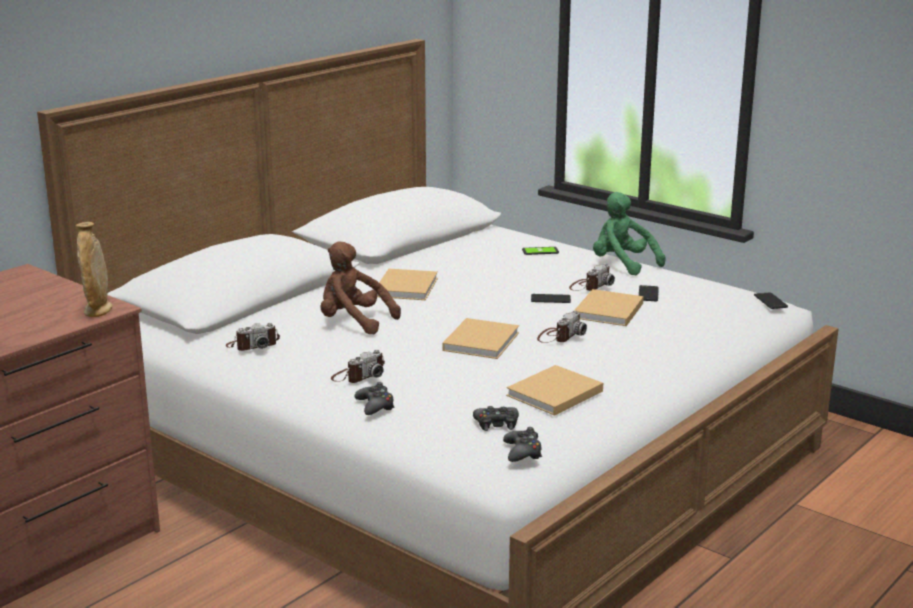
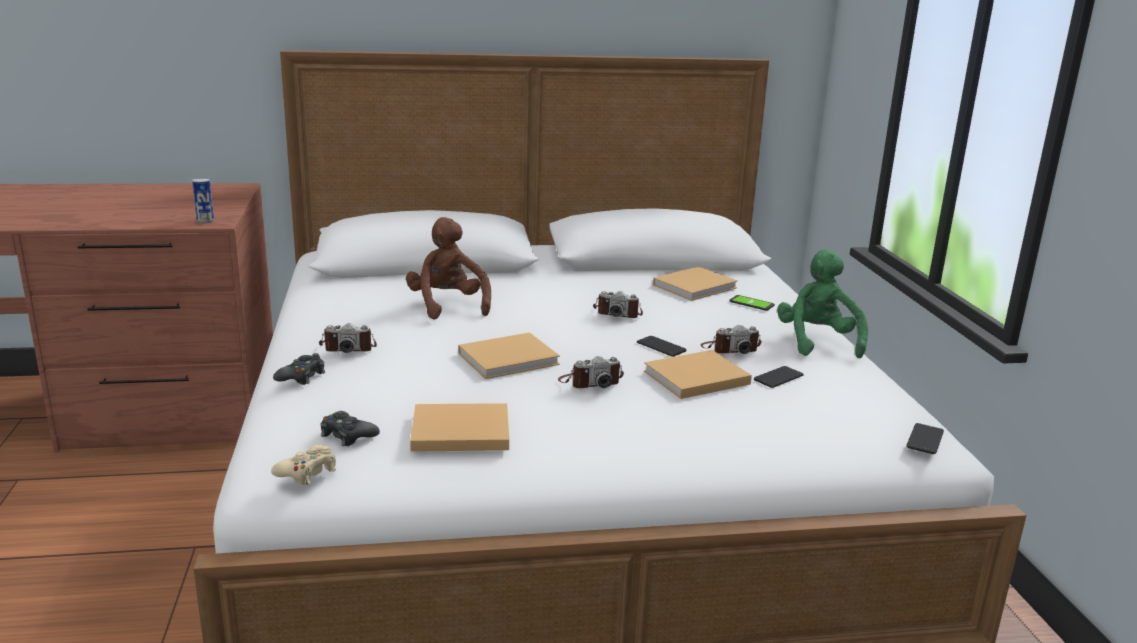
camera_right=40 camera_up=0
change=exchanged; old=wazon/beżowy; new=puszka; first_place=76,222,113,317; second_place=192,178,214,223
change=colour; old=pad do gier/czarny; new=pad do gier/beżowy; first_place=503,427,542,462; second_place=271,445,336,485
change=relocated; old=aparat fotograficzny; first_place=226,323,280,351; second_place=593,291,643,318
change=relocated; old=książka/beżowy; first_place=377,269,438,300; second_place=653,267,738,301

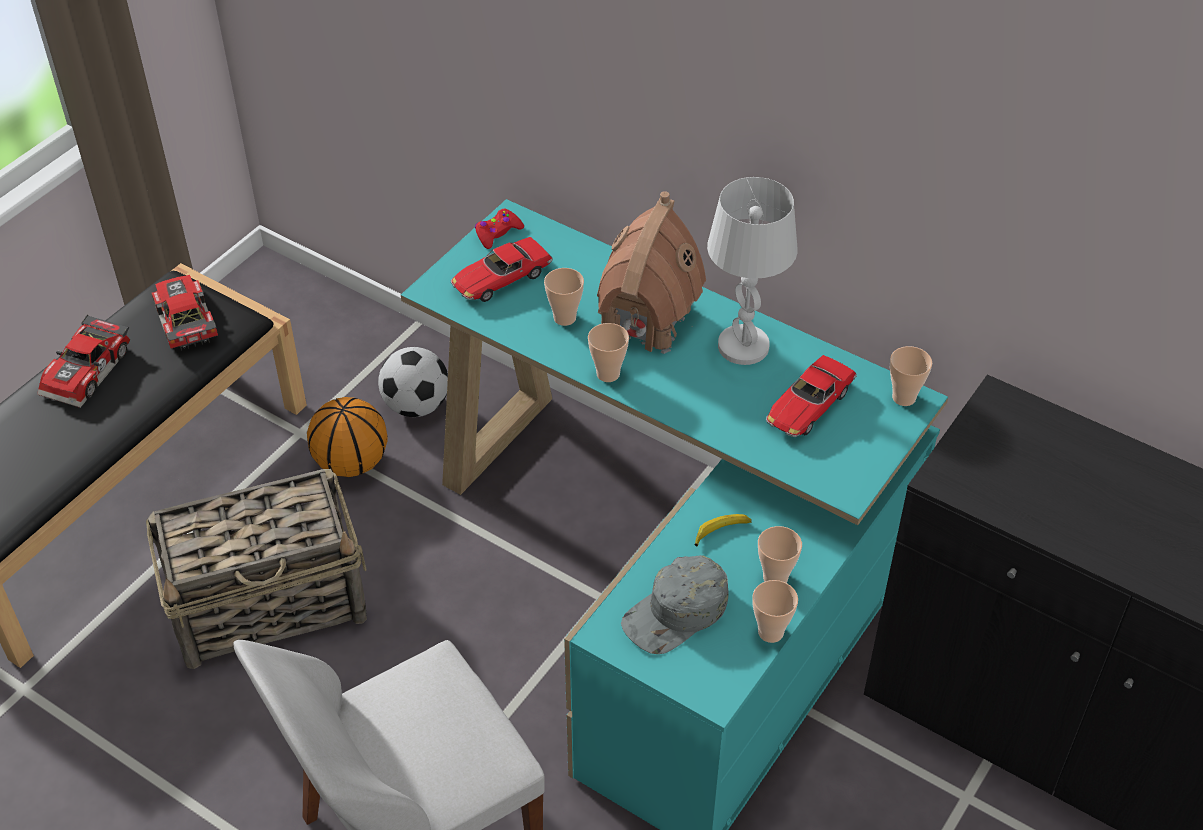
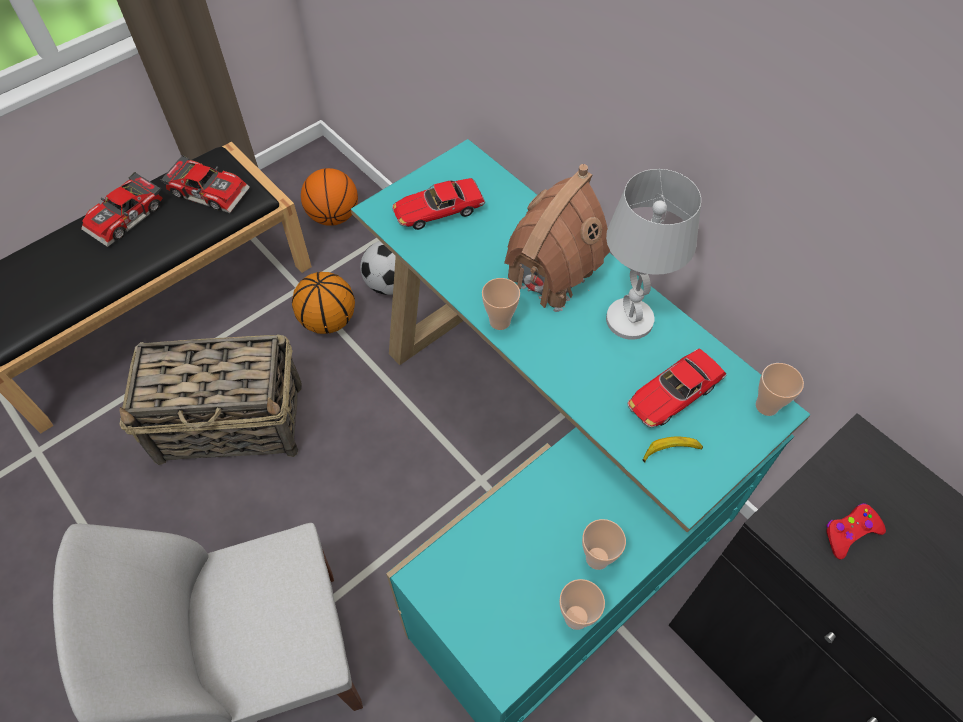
camera_right=15 camera_up=10
change=spun; old=samochodzik; first_place=151,275,218,351; second_place=160,155,250,213; degrees=120
change=appeared; new=piłka do koszykówki; second_place=301,168,358,226
change=relocated; old=banan; first_place=695,514,752,546; second_place=643,436,703,462
change=relocated; old=pad do gier/czerwony; first_place=475,209,524,249; second_place=826,503,886,559
change=missing; old=filiżanka; first_place=544,268,584,326
change=missing; old=czapka z daszkiem/szary; first_place=621,555,729,654

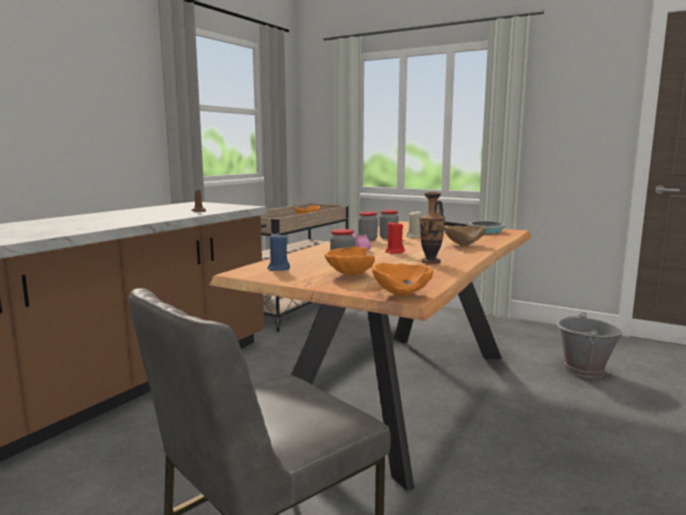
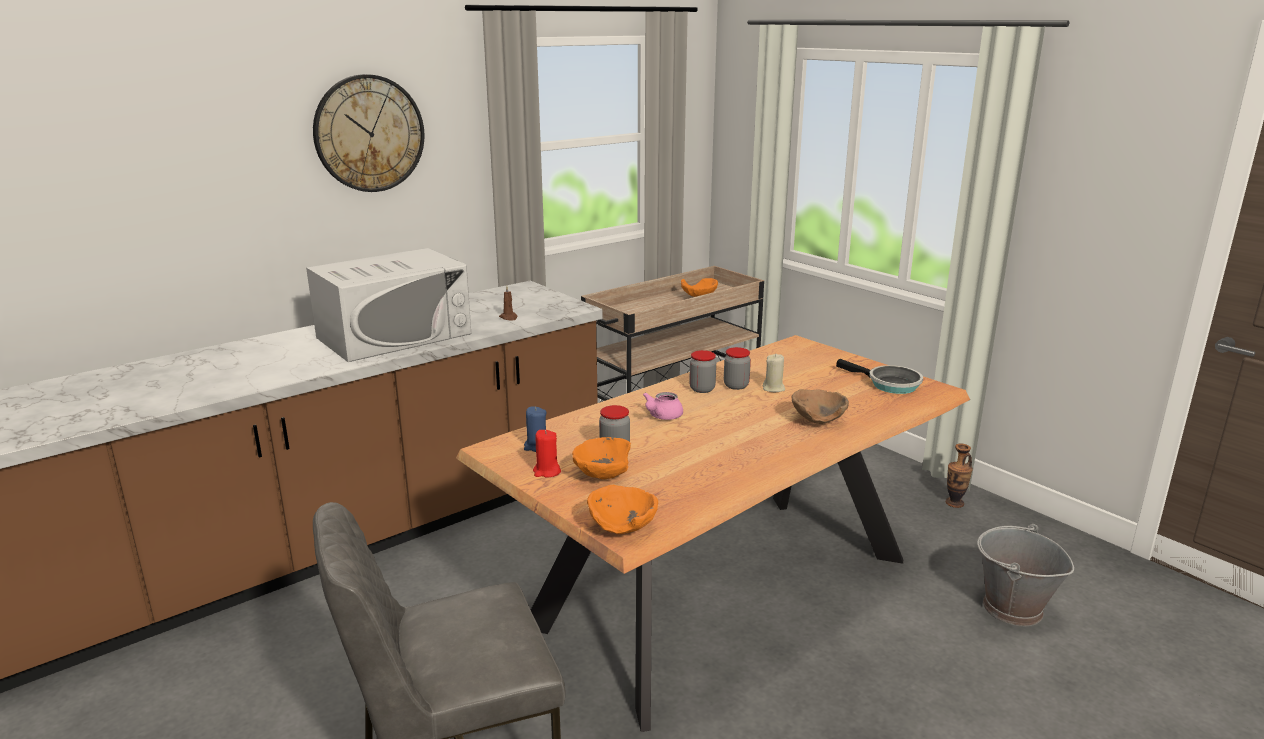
camera_right=20 camera_up=10
change=appeared; new=mikrofalówka/biały; second_place=306,248,471,362
change=appeared; new=zegar ścienny; second_place=313,74,424,192
change=relocated; old=świeca/czerwony; first_place=385,221,405,254; second_place=533,430,561,478
change=relocated; old=wazon; first_place=419,192,445,264; second_place=946,444,973,508

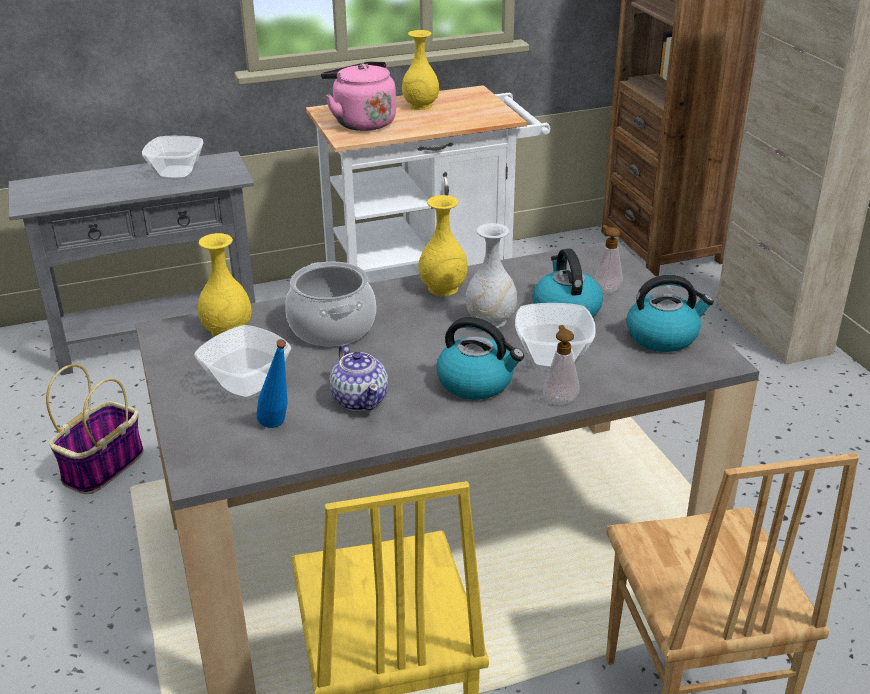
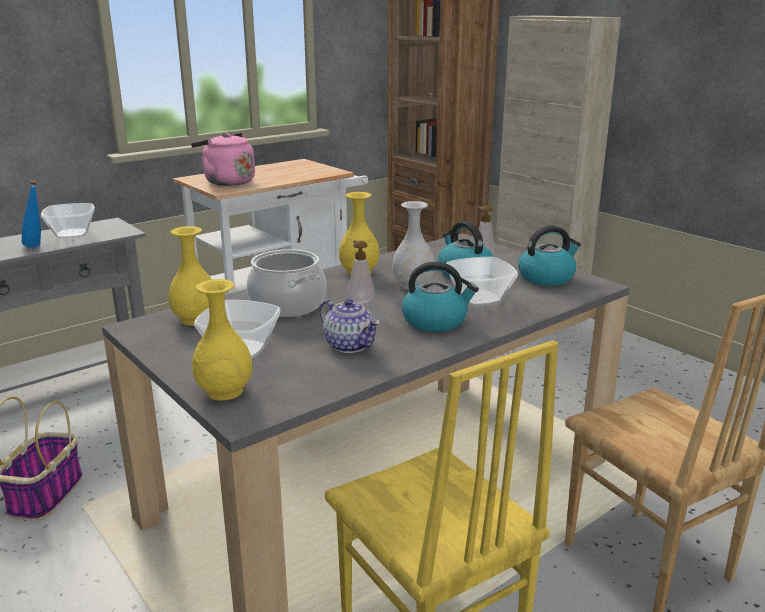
camera_right=-20 camera_up=-10
change=relocated; old=butelka/niebieski; first_place=256,339,288,428; second_place=22,180,41,247
change=relocated; old=wazon/żółty; first_place=402,30,439,110; second_place=192,279,253,401
change=relocated; old=dozownik mydła; first_place=543,325,579,405; second_place=347,240,375,304

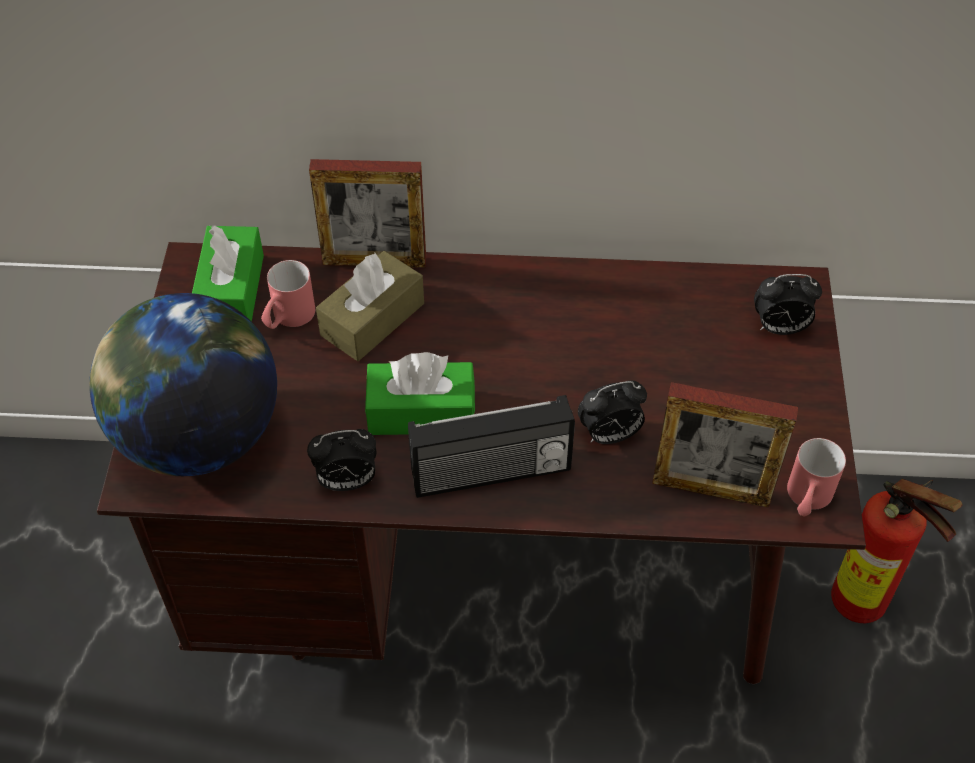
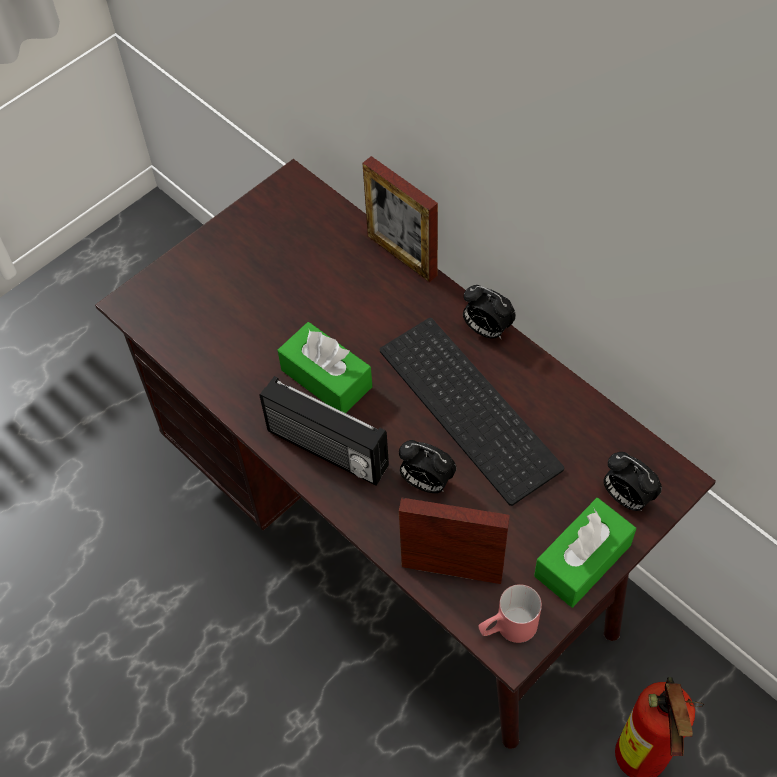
camera_right=45 camera_up=5
change=appeared; new=klawiatura; second_place=380,318,564,506
change=spun; old=ramka na zdjęcie; first_place=652,382,798,508; second_place=399,497,510,584; degrees=135
change=relocated; old=budzik; first_place=307,429,377,491; second_place=463,285,516,339
change=relocated; old=pudełko chusteczek/zielony; first_place=192,225,264,322; second_place=534,498,636,608
change=missing; old=globus; first_place=89,293,277,476
change=missing; old=kubek/czerwony; first_place=261,260,315,329
change=missing; old=pudełko chusteczek/brązowy; first_place=316,251,424,361

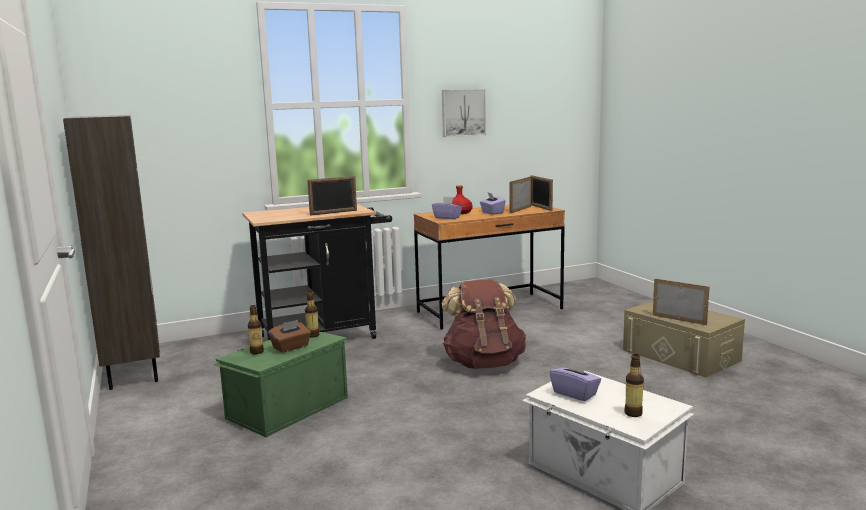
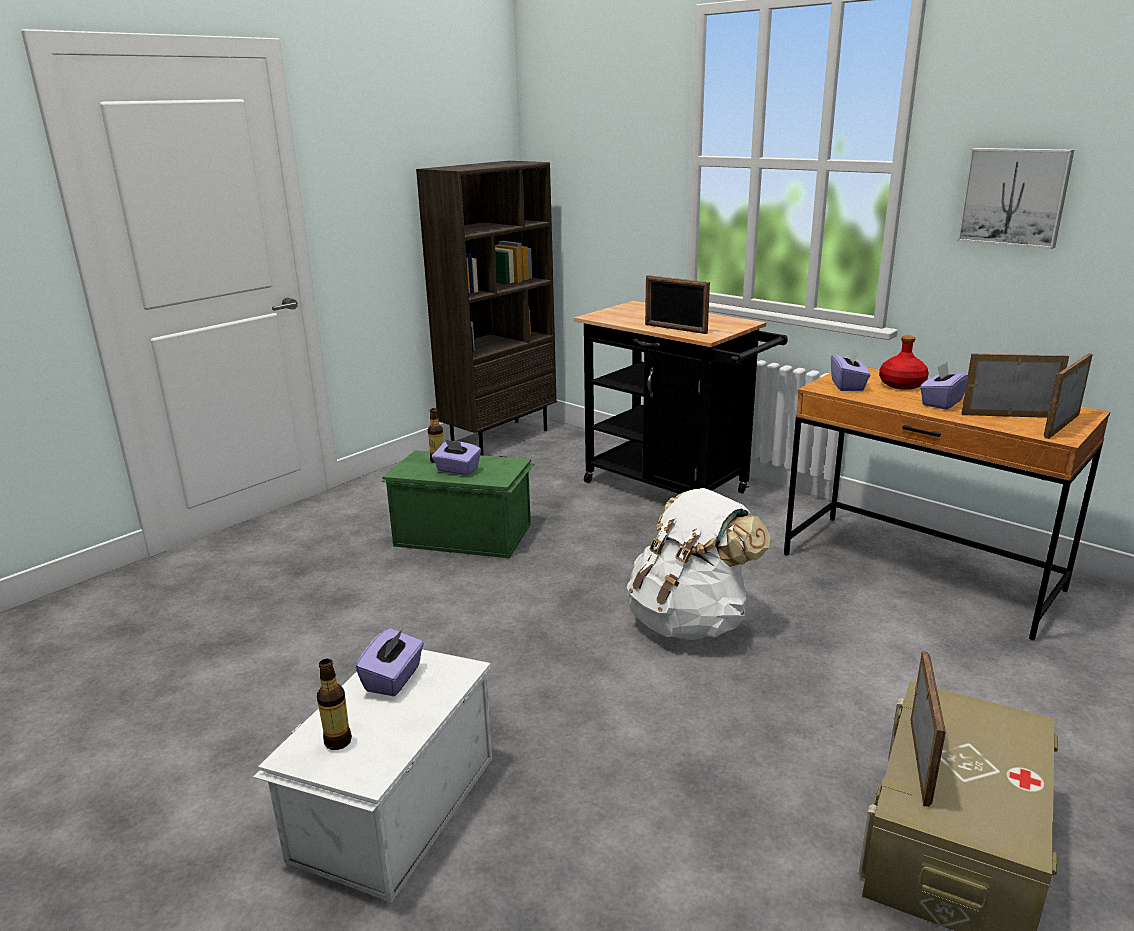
camera_right=65 camera_up=10
change=colour; old=pudełko chusteczek/brązowy; new=pudełko chusteczek/fioletowy; first_place=268,320,311,353; second_place=432,439,481,476
change=colour; old=plecak/brązowy; new=plecak/biały; first_place=442,279,526,369; second_place=627,488,770,640
change=missing; old=butelka; first_place=305,291,319,338

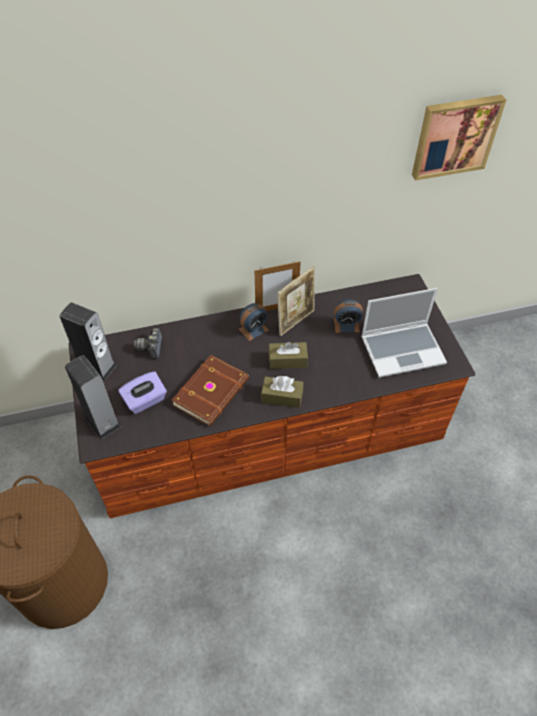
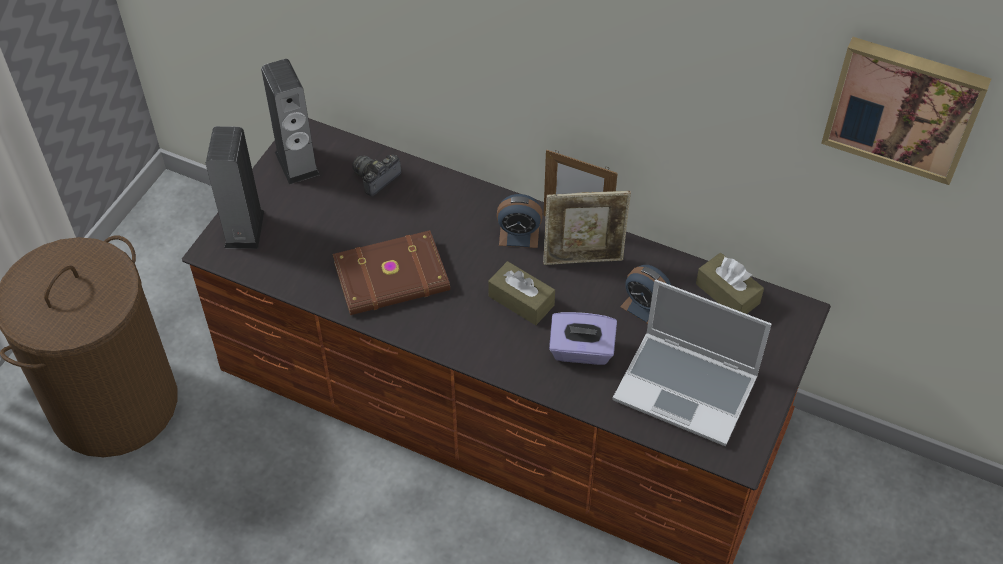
camera_right=40 camera_up=0
change=relocated; old=pudełko chusteczek/fioletowy; first_place=118,371,167,414; second_place=549,312,617,365
change=relocated; old=pudełko chusteczek/brązowy; first_place=261,376,303,408; second_place=696,253,764,314

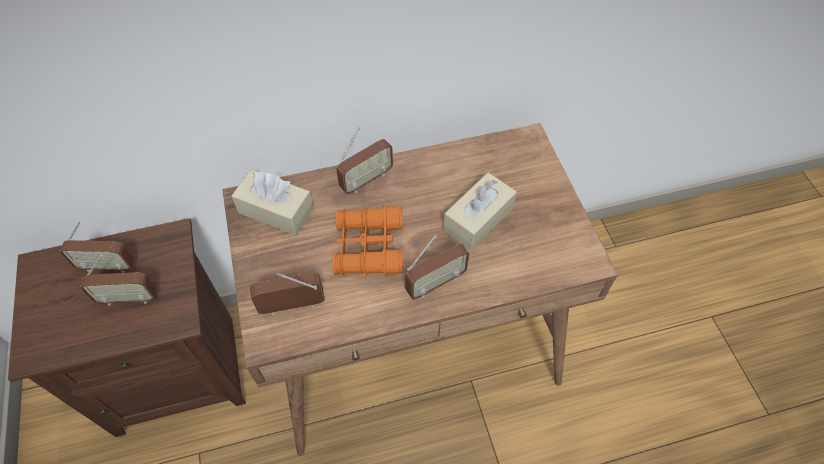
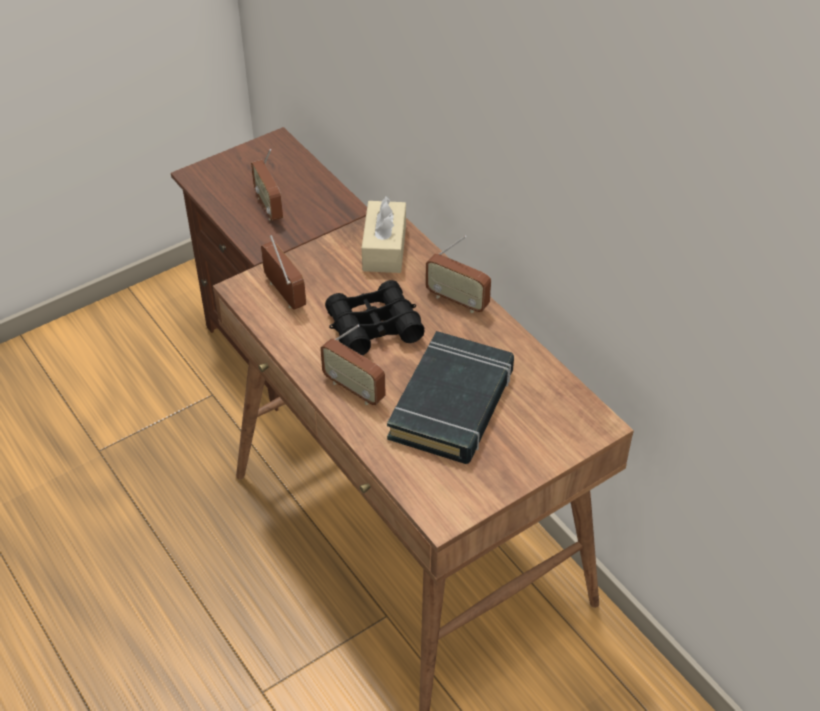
camera_right=70 camera_up=-10
change=colour; old=lornetka/pomarańczowy; new=lornetka/czarny; first_place=332,205,403,278; second_place=325,280,425,356
change=exchanged; old=pudełko chusteczek/beżowy; new=książka/czarny; first_place=443,172,517,250; second_place=387,331,514,464
change=missing; old=radio; first_place=60,221,134,273

